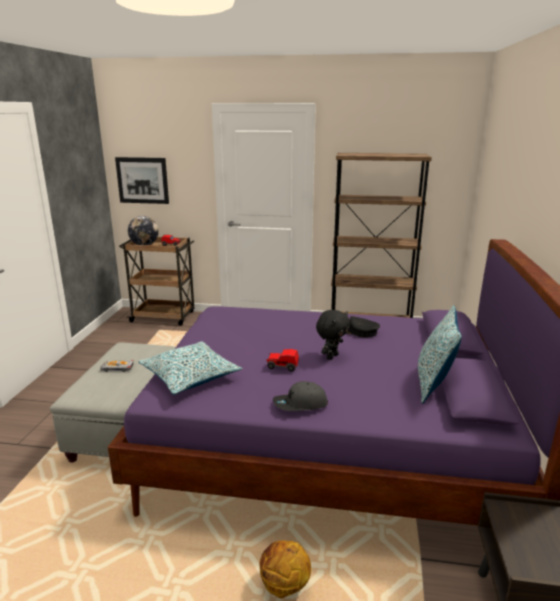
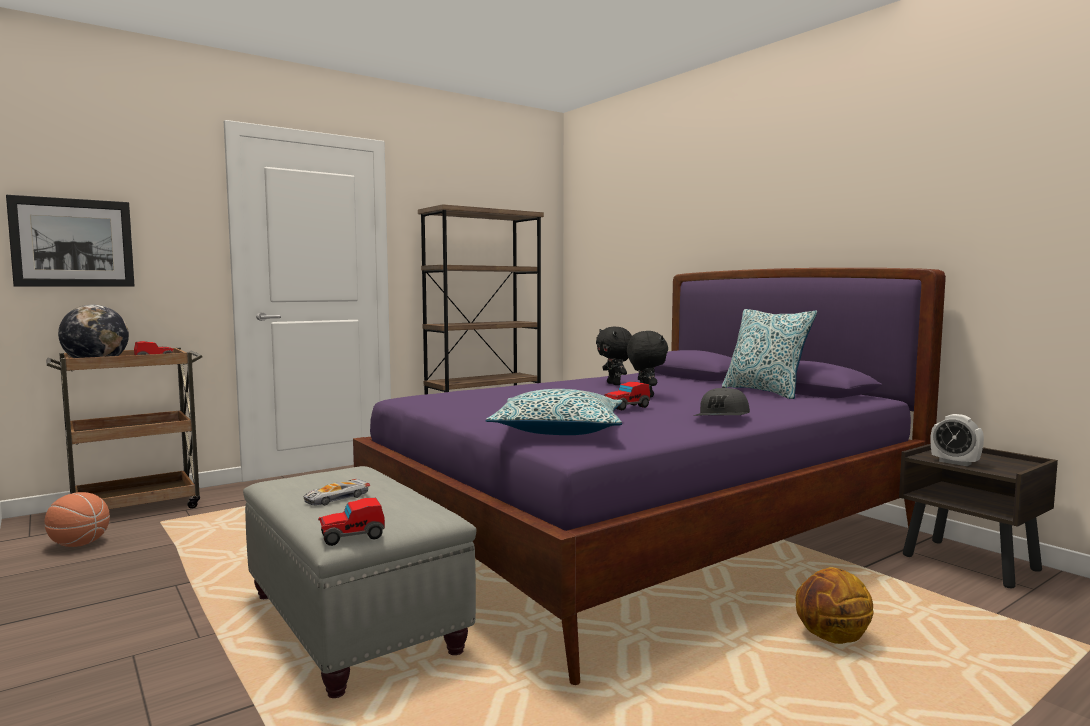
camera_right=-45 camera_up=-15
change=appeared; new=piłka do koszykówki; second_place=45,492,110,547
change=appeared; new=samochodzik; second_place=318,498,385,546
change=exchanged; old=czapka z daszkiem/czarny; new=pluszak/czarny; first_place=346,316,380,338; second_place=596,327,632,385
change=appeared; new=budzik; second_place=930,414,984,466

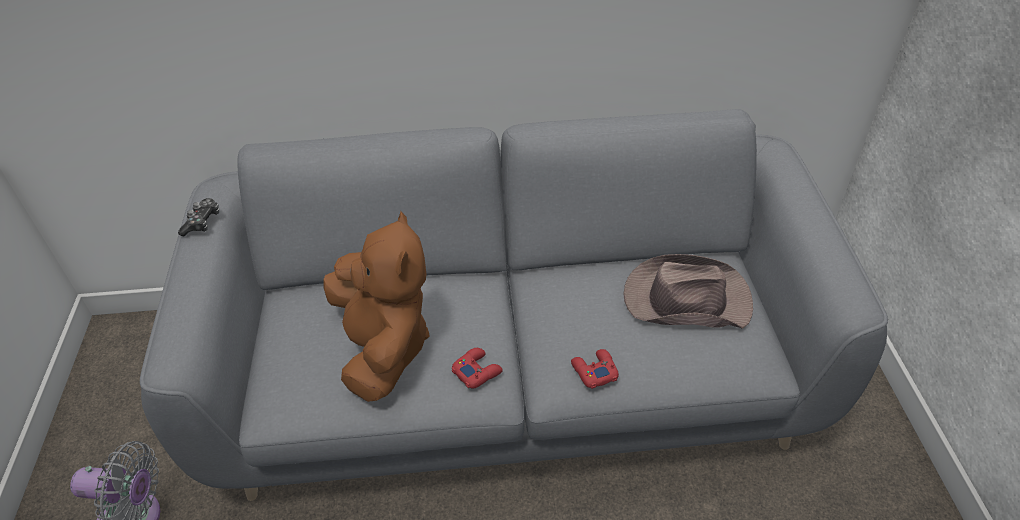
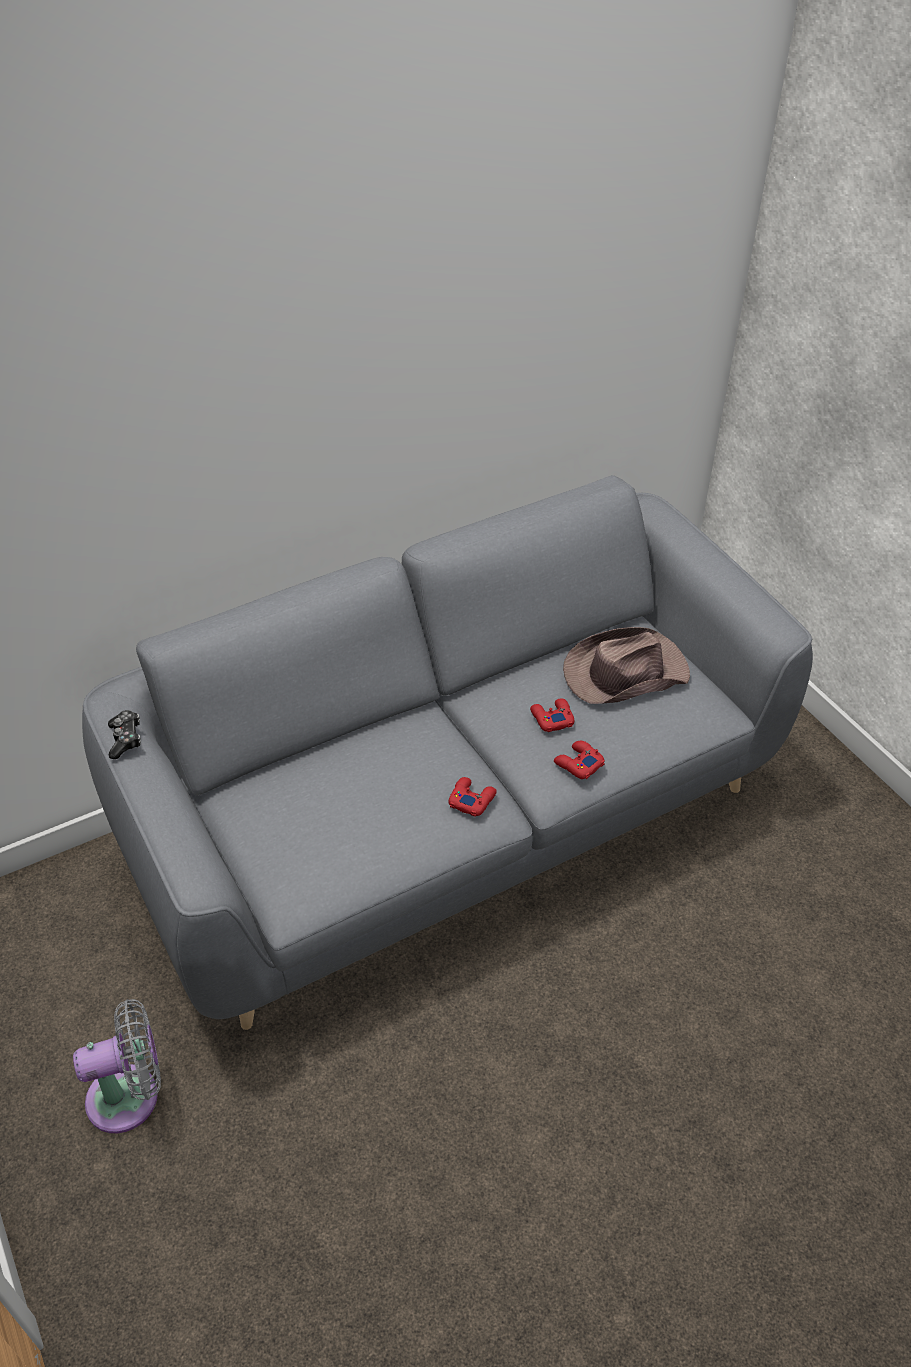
camera_right=-25 camera_up=0
change=appeared; new=pad do gier/czerwony; second_place=530,698,574,732
change=missing; old=pluszak/brązowy; first_place=324,211,429,402

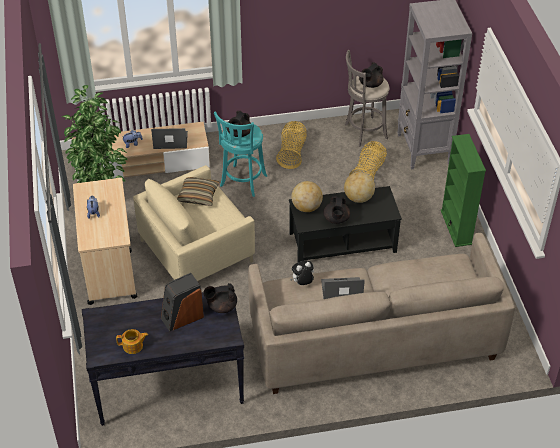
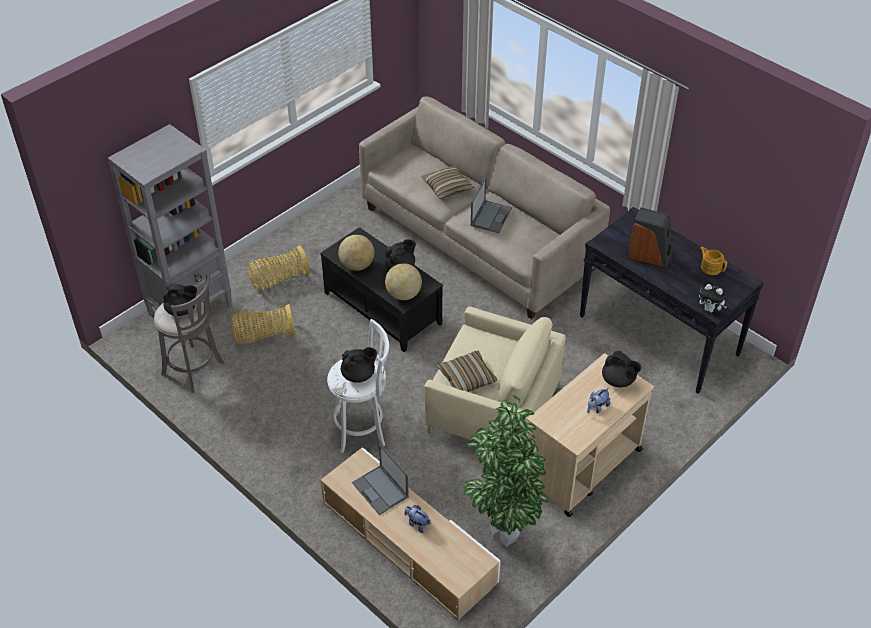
camera_right=-125 camera_up=0
change=relocated; old=koszyk; first_place=276,121,307,169; second_place=247,245,310,290
change=colour; old=stołek/turkusowy; new=stołek/biały; first_place=214,111,267,197; second_place=327,319,389,453
change=appeared; new=poduszka; second_place=422,166,474,199
change=spun; old=laptop; first_place=321,277,365,299; second_place=471,177,512,233; degrees=-120
change=relocated; old=imbryk/czarny; first_place=203,283,237,313; second_place=602,351,641,388
change=relocated; old=pluszak; first_place=290,260,314,285; second_place=699,284,727,313
change=missing; old=regał/zielony; first_place=441,134,486,247

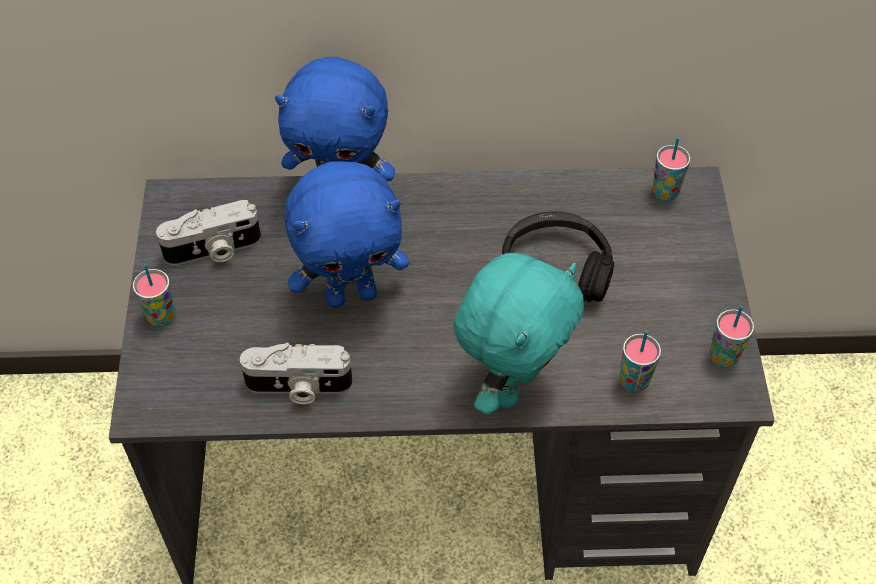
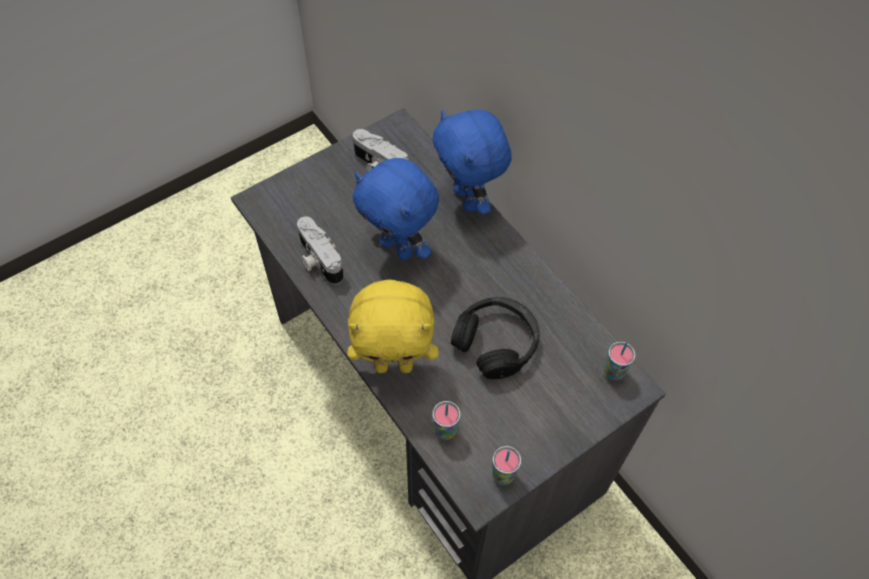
camera_right=55 camera_up=5
change=colour; old=pluszak/turkusowy; new=pluszak/żółty; first_place=453,253,584,415; second_place=347,280,438,373
change=missing; old=filiżanka; first_place=133,264,176,327

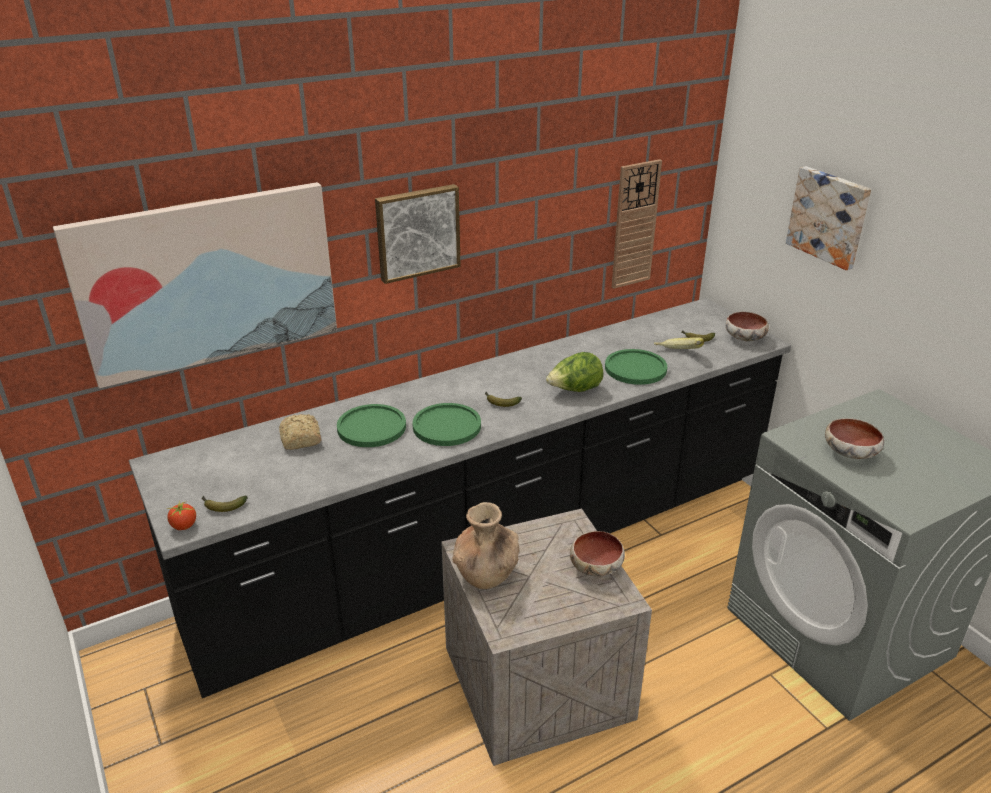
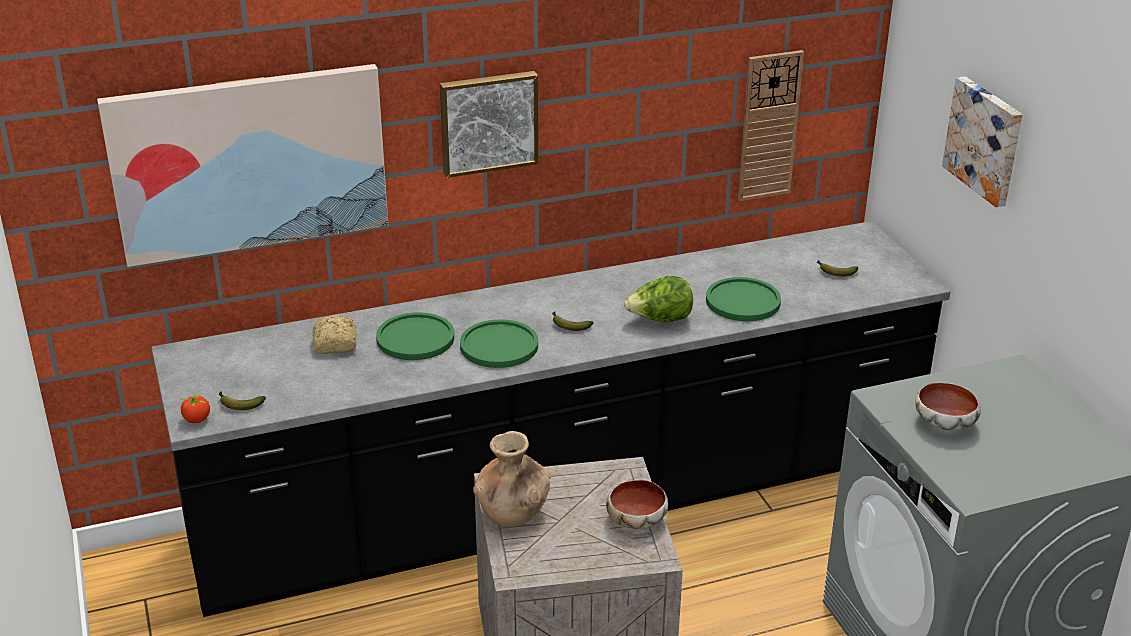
camera_right=10 camera_up=0
change=missing; old=banan; first_place=654,337,704,349
change=missing; old=miska; first_place=726,312,769,341

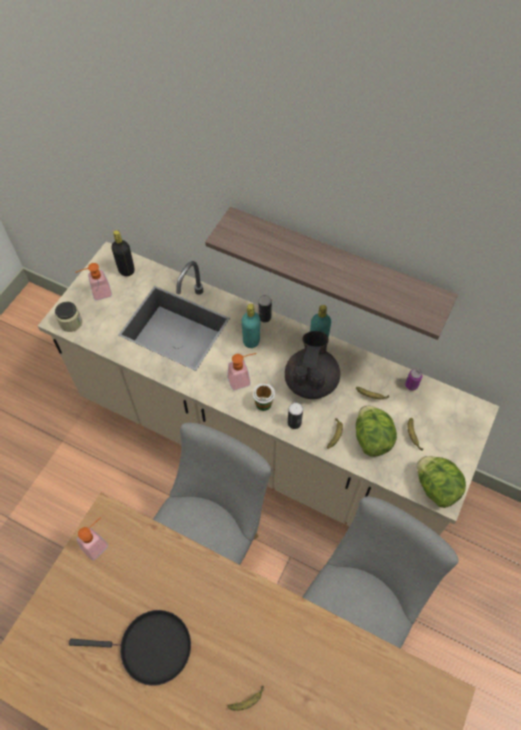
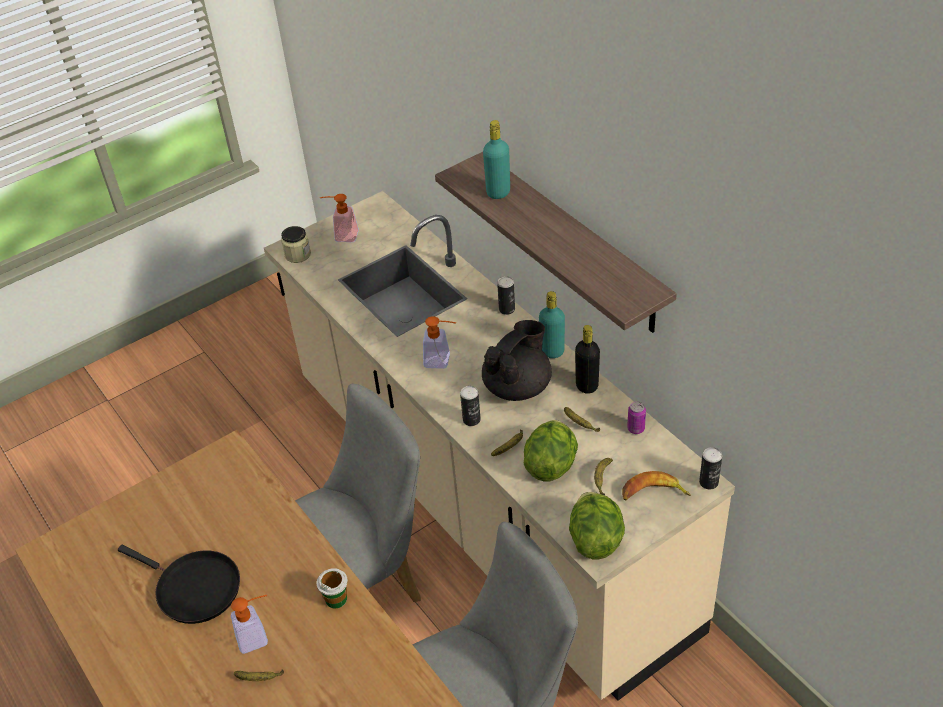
camera_right=30 camera_up=-15
change=relocated; old=dozownik mydła; first_place=77,518,108,560; second_place=231,595,268,654
change=relocated; old=filiżanka; first_place=252,383,275,411; second_place=317,568,348,608
change=relocated; old=butelka/turkusowy; first_place=242,304,260,348; second_place=483,120,510,199
change=relocated; old=butelka/czarny; first_place=111,230,135,276; second_place=575,325,600,394
change=appeared; new=banan; second_place=622,471,691,501
change=appeared; new=puszka; second_place=699,447,722,490

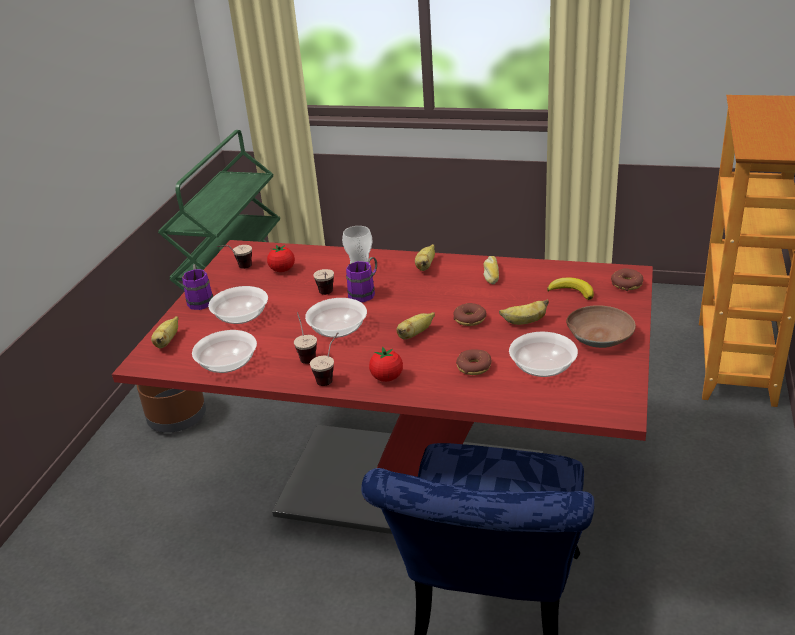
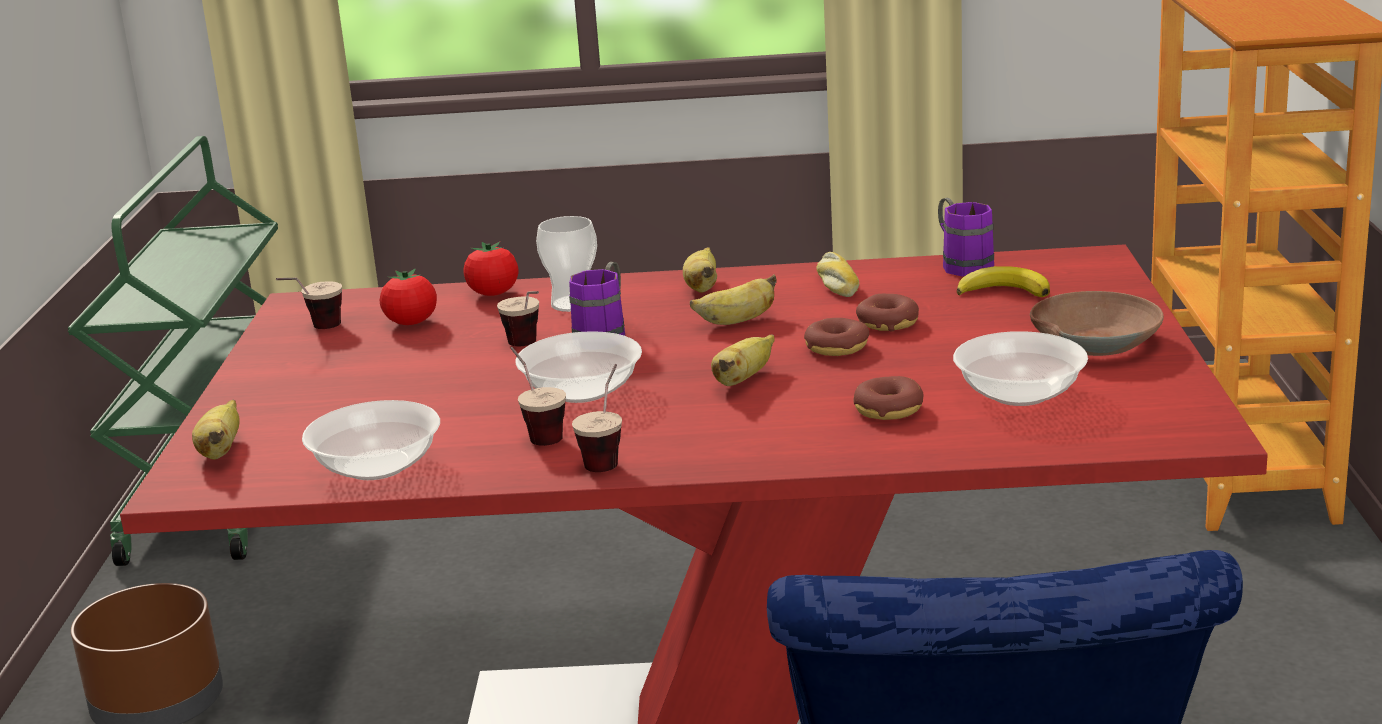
camera_right=-15 camera_up=-10
change=relocated; old=pomidor; first_place=369,347,403,382; second_place=463,241,519,296
change=relocated; old=banan; first_place=499,299,549,325; second_place=690,274,777,325
change=relocated; old=donut; first_place=611,268,643,291; second_place=856,294,919,331
change=relocated; old=kubek/fioletowy; first_place=182,264,213,310; second_place=938,198,994,277
change=missing; old=miska; first_place=208,286,268,324

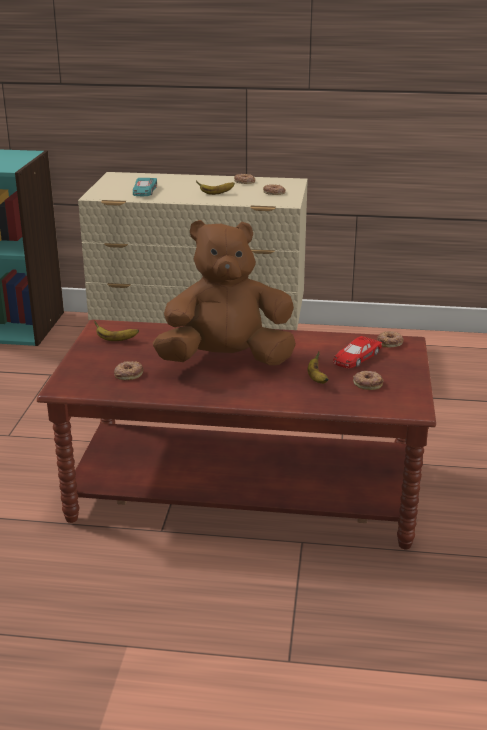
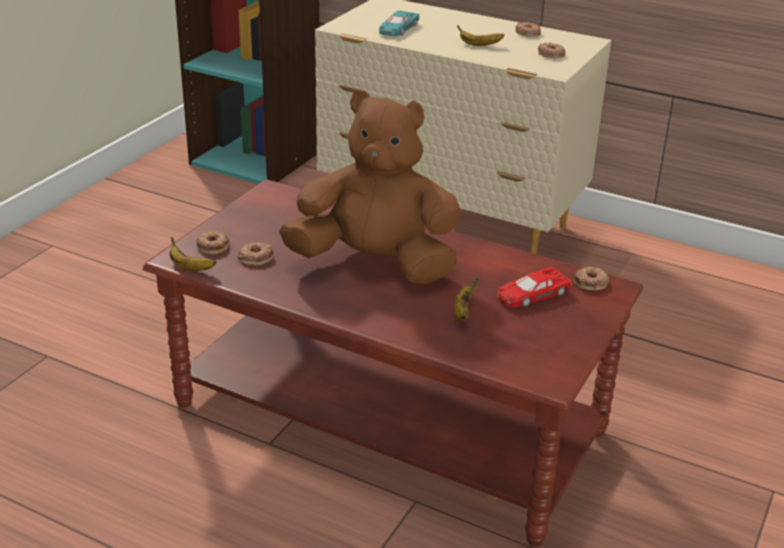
camera_right=20 camera_up=5
change=relocated; old=banan; first_place=94,321,139,341; second_place=170,237,216,271
change=relocated; old=donut; first_place=353,371,383,390; second_place=196,231,230,254

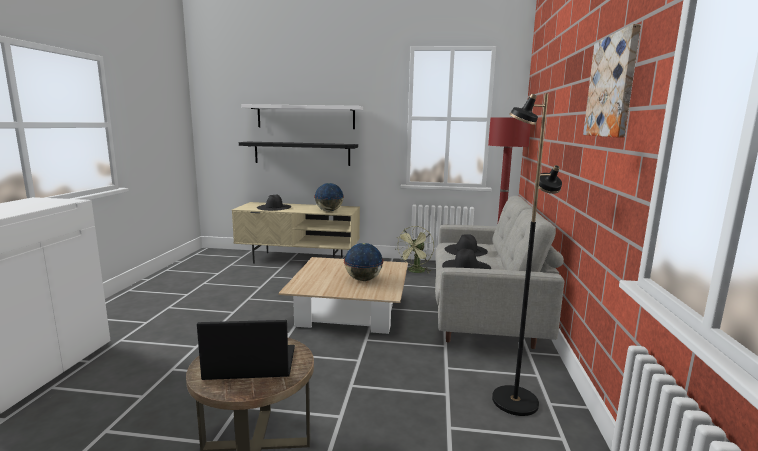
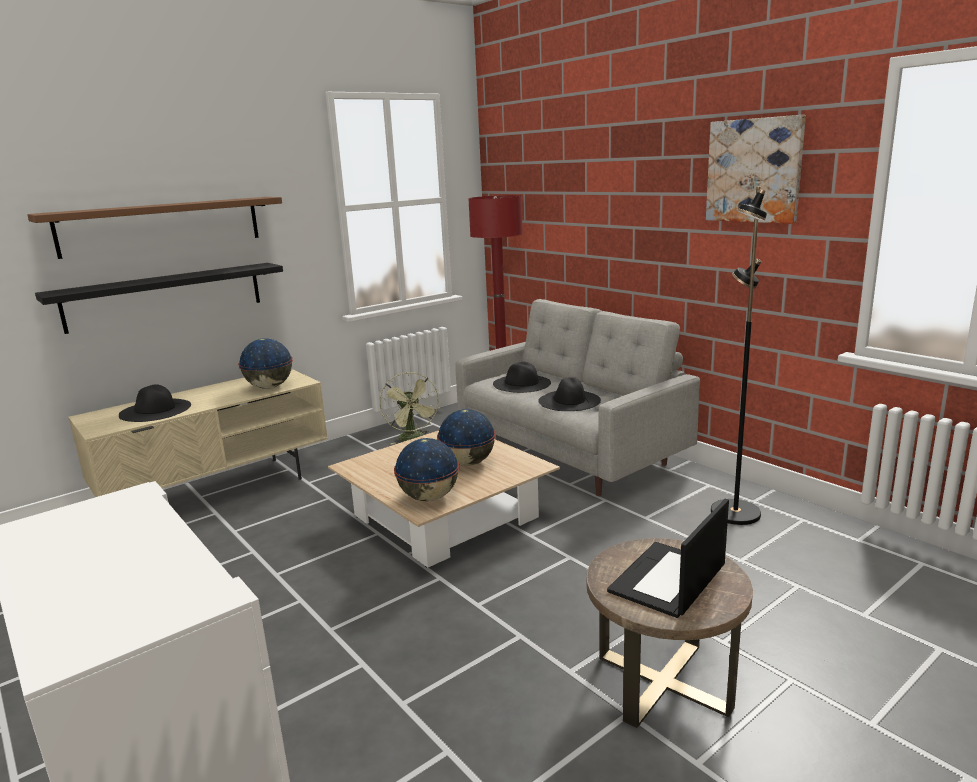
camera_right=-45 camera_up=5
change=colour; old=półka/biały; new=półka/brązowy; first_place=241,104,363,129; second_place=27,197,282,259
change=appeared; new=globus; second_place=394,438,459,501

